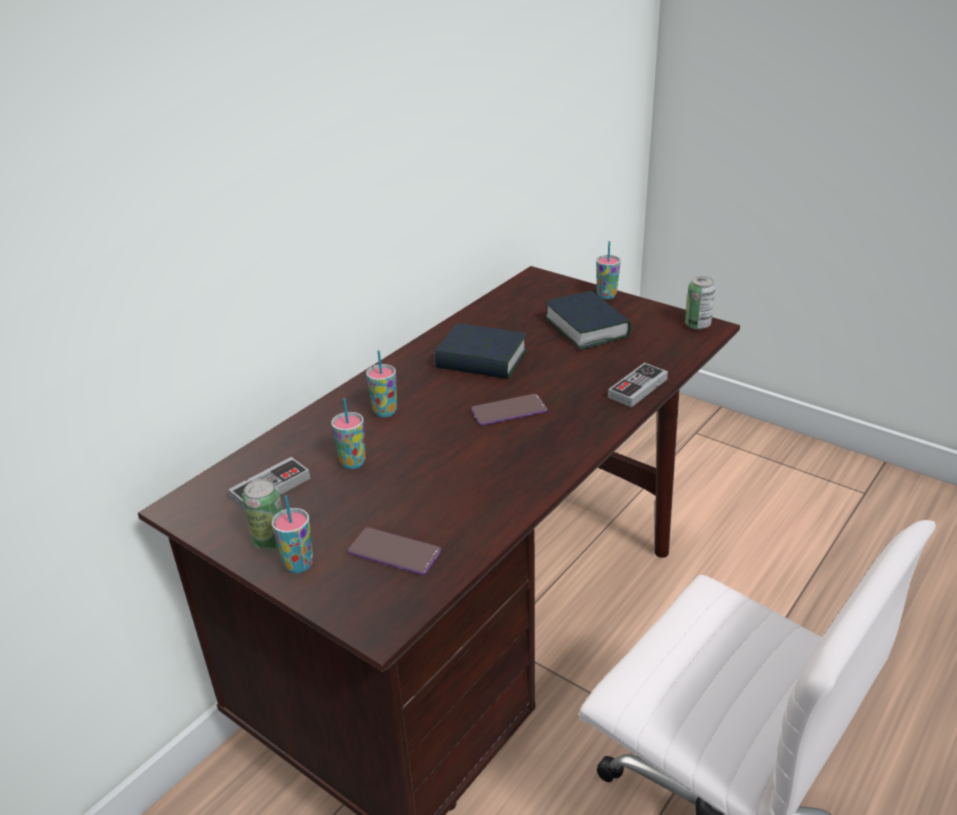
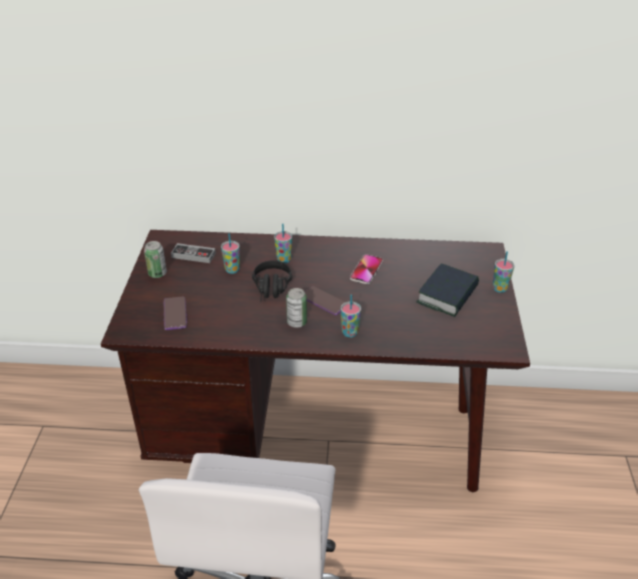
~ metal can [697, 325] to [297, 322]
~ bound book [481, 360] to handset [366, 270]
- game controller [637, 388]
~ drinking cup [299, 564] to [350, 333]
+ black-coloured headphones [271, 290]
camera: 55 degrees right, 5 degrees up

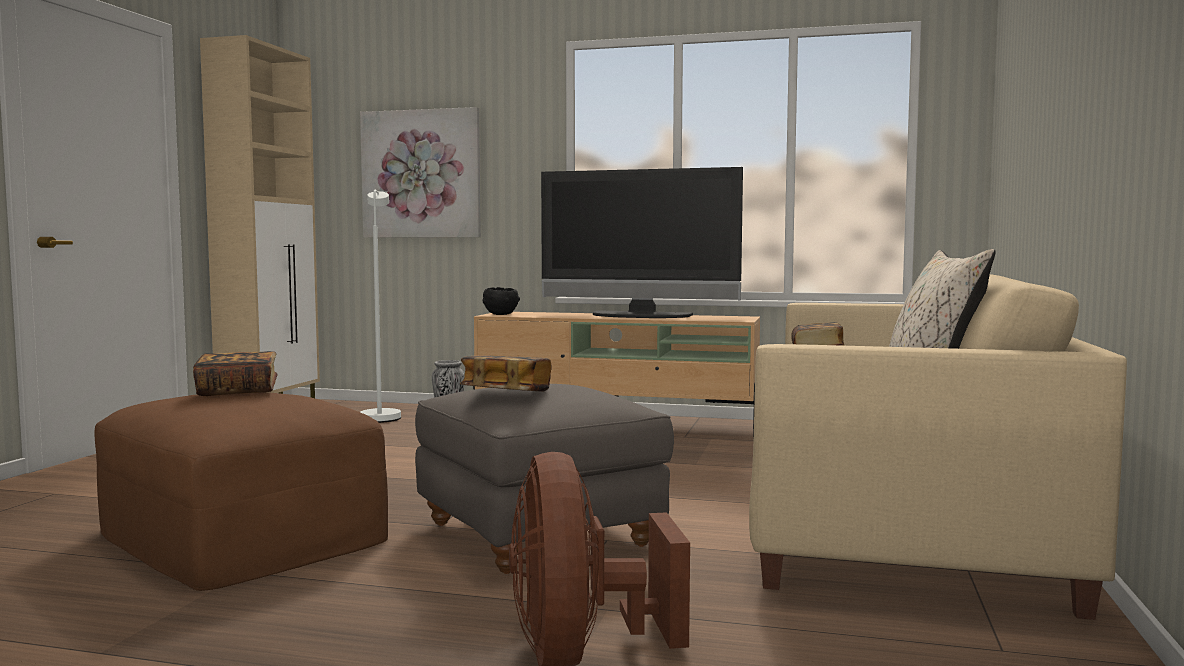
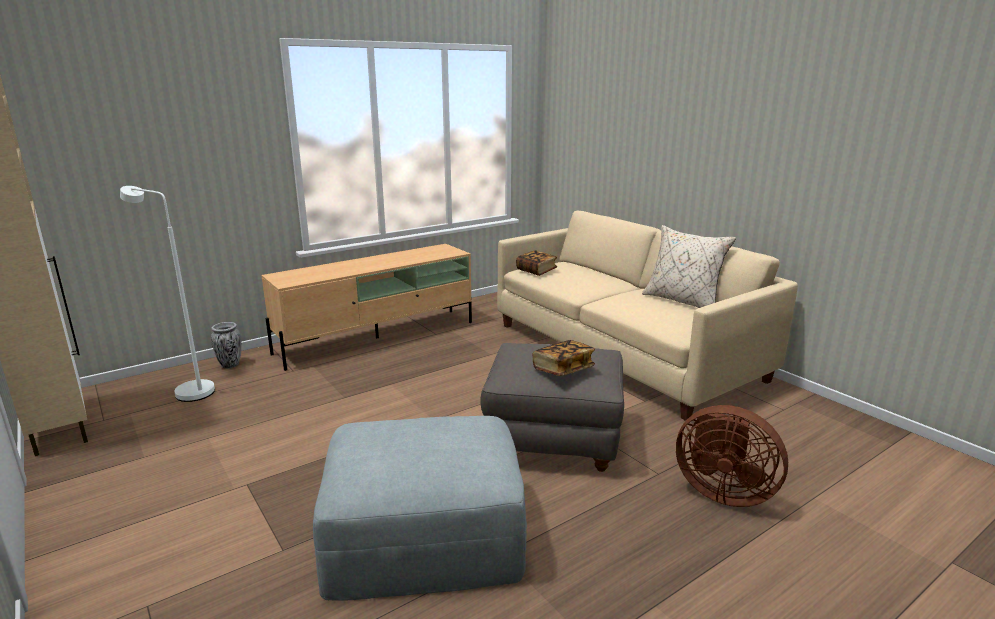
- picture [421, 174]
- television [639, 316]
- black-coloured deep dish [500, 314]
- bound book [237, 391]
~ brownish pouffe [244, 536] to gray pouffe [424, 535]
camera: 50 degrees left, 15 degrees up

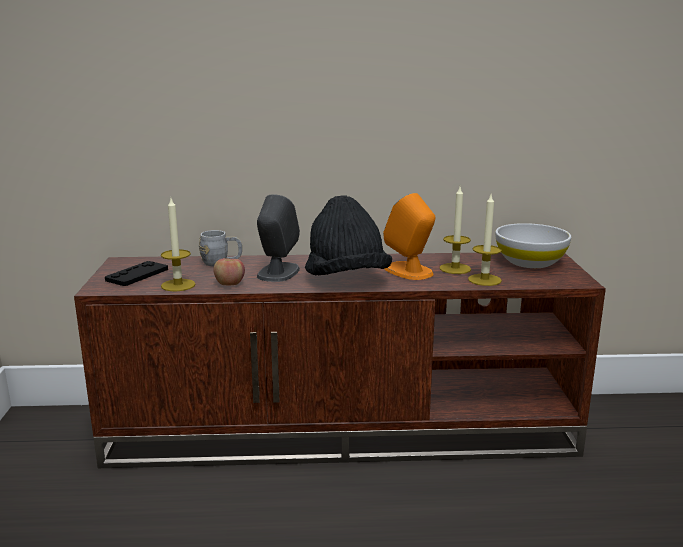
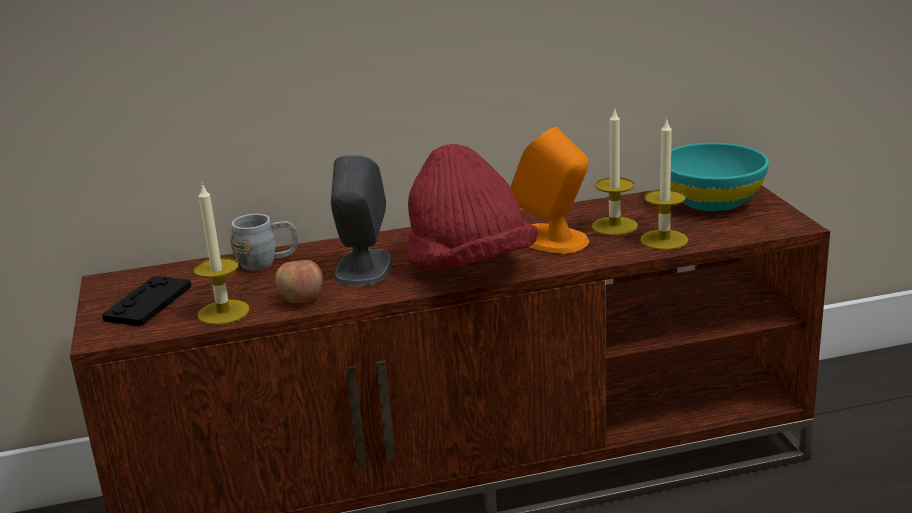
~ black-coloured wearable hat [346, 279] to reddish wearable hat [469, 266]
~ whitish deep dish [530, 262] to blue-green deep dish [712, 201]
camera: 10 degrees left, 5 degrees up

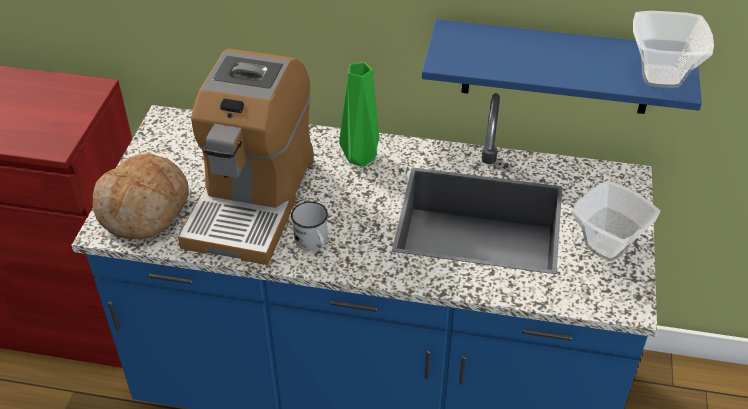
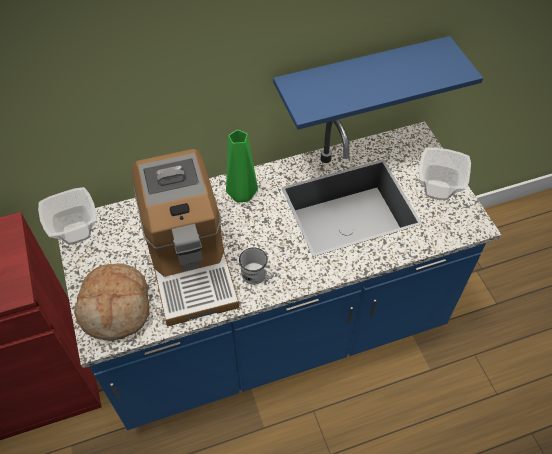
~ deep dish [662, 78] to [78, 233]
camera: 30 degrees left, 10 degrees up

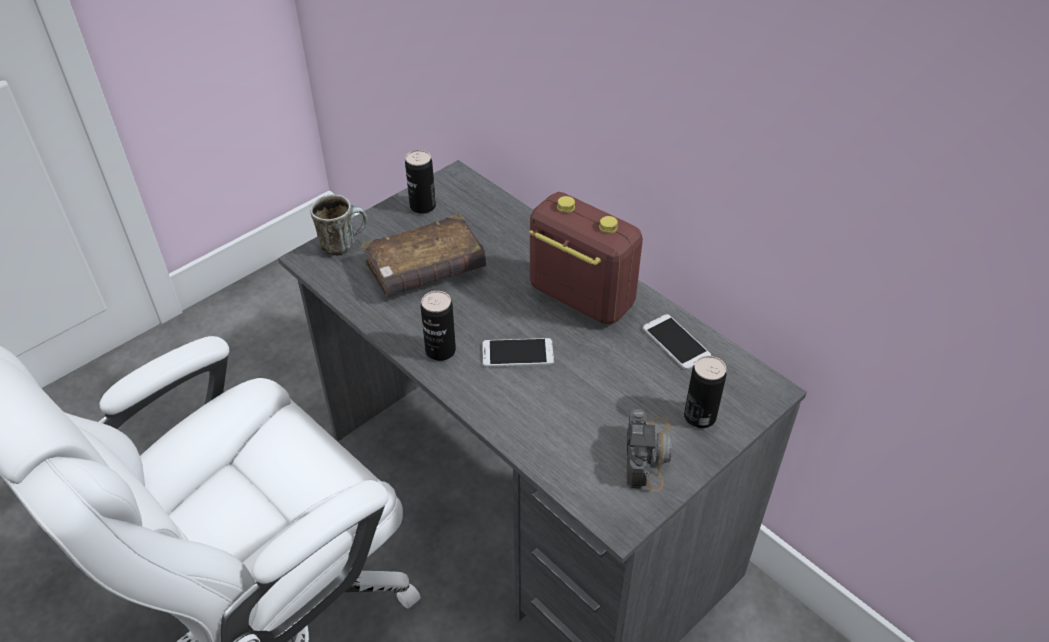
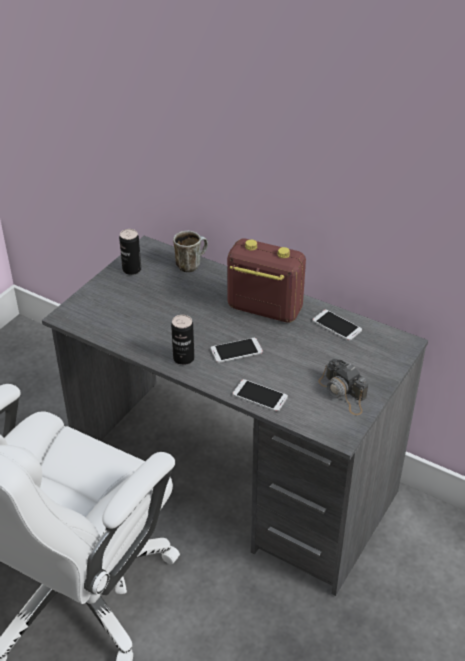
~ mug [343, 243] to [191, 264]
- brownish bound book [425, 268]
- metal can [700, 416]
~ still camera [648, 453] = [343, 393] 150 degrees clockwise
+ handset [260, 396]
camera: 15 degrees left, 5 degrees down

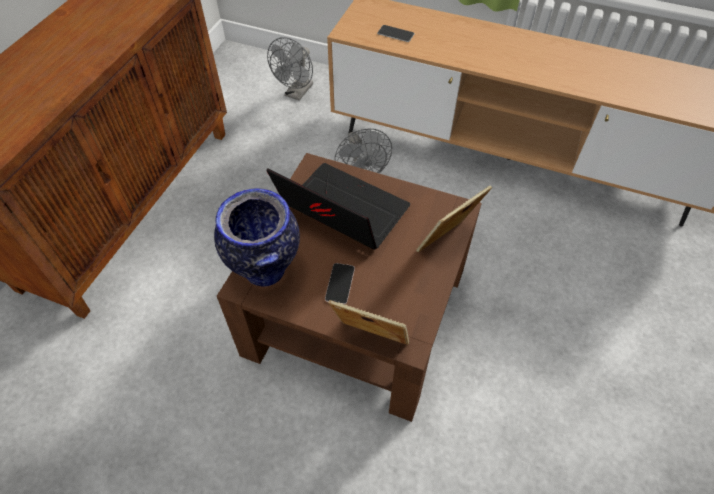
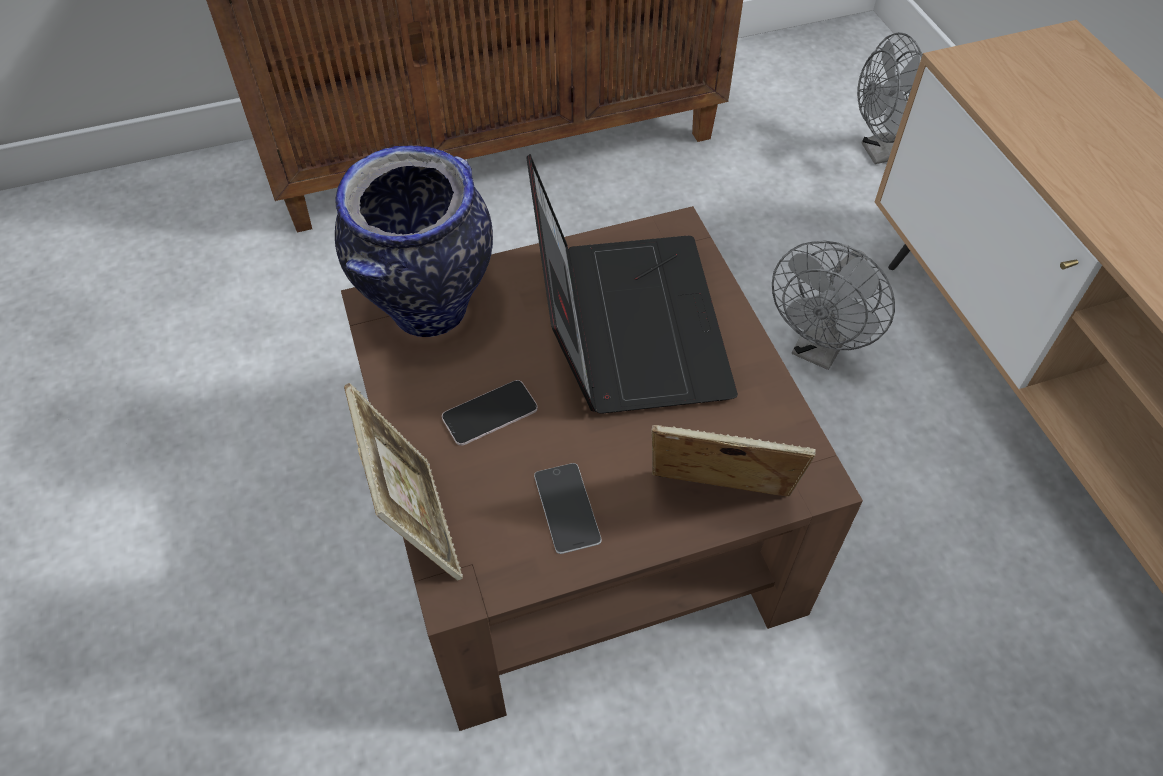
~ handset [395, 33] to [567, 508]
camera: 50 degrees right, 0 degrees up

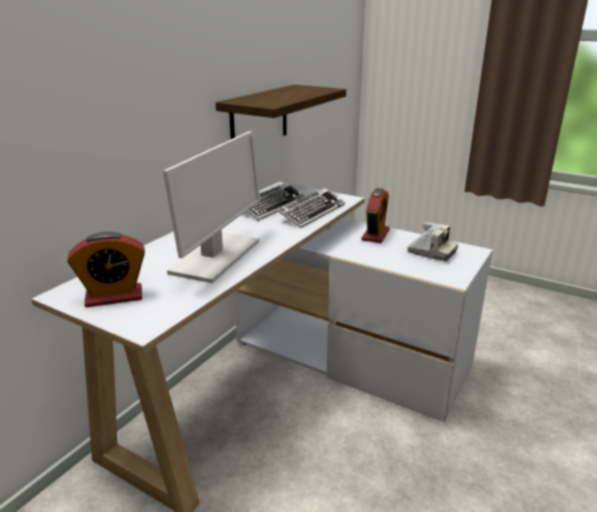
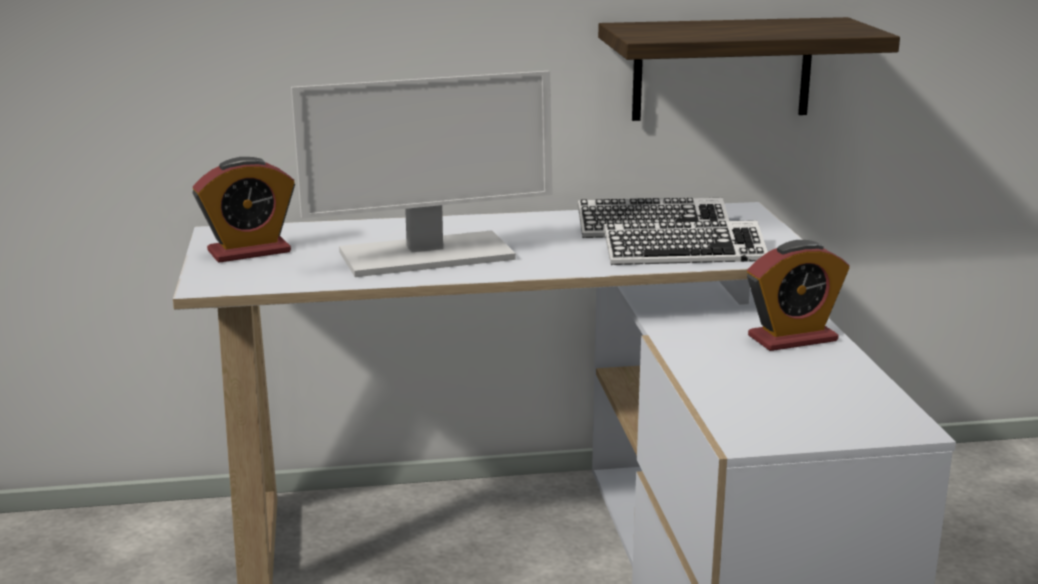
- still camera [431, 252]
~ alarm clock [114, 297] = [249, 251] 60 degrees counterclockwise
camera: 50 degrees right, 5 degrees down

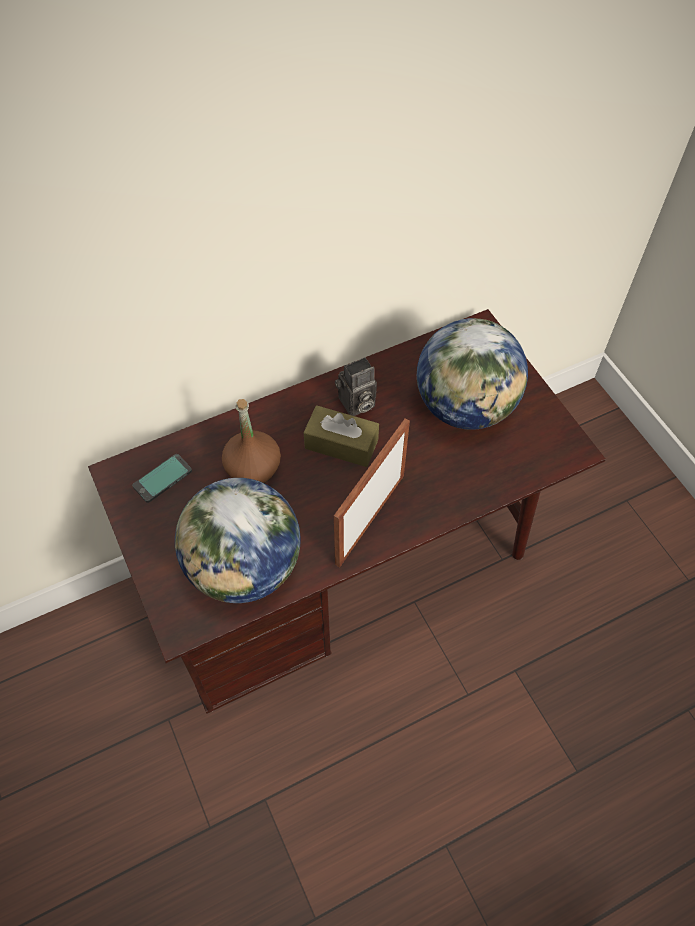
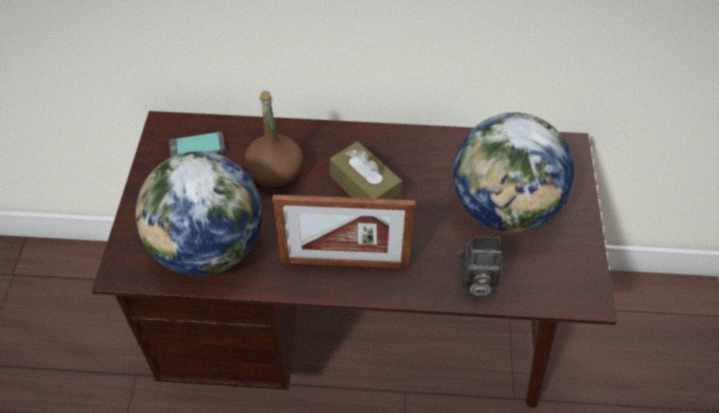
~ still camera [356, 404] to [474, 282]
~ standing frame [370, 519] = [344, 263] 150 degrees counterclockwise
camera: 30 degrees right, 5 degrees down

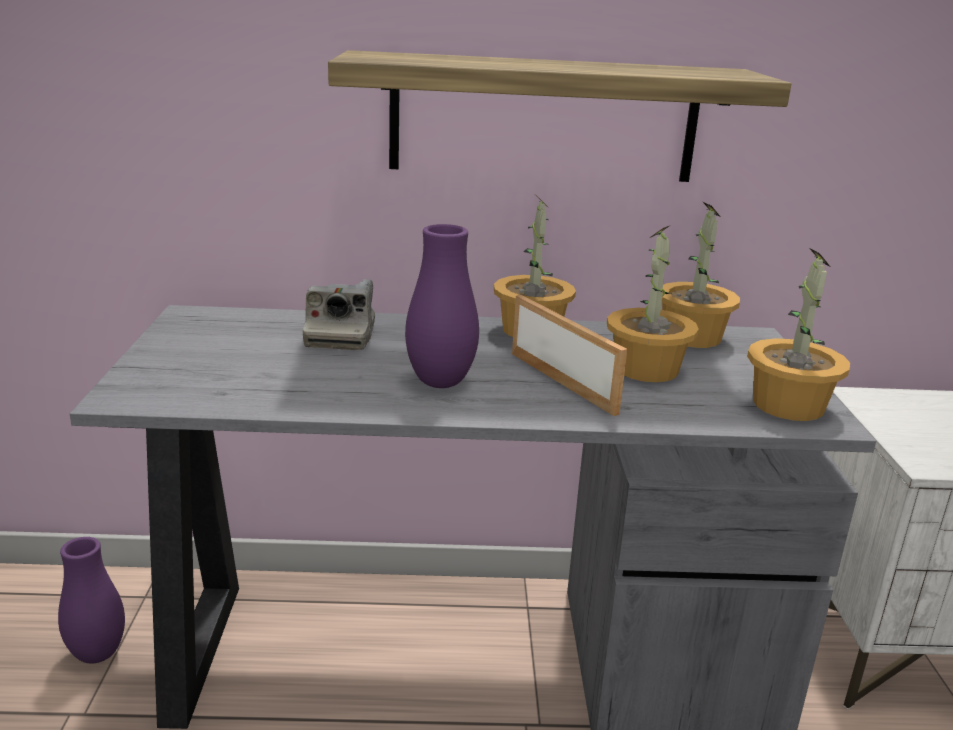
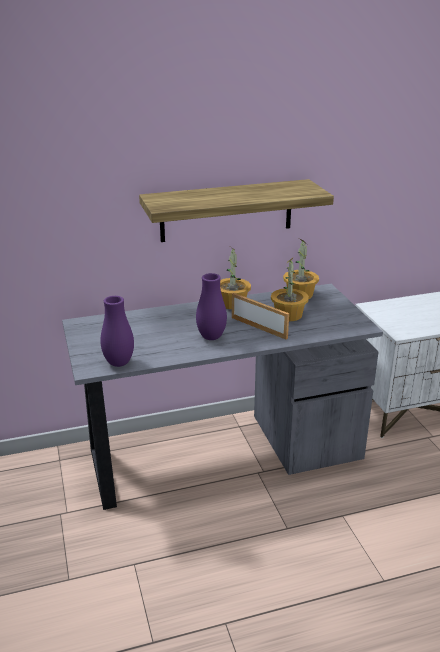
- houseplant [787, 405]
- still camera [341, 335]
~ purple decorative vase [97, 654] to [119, 363]
camera: 15 degrees left, 5 degrees up

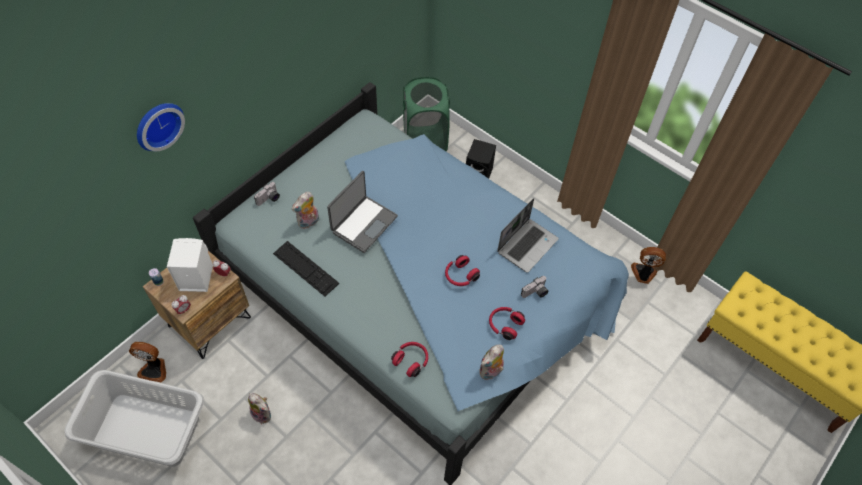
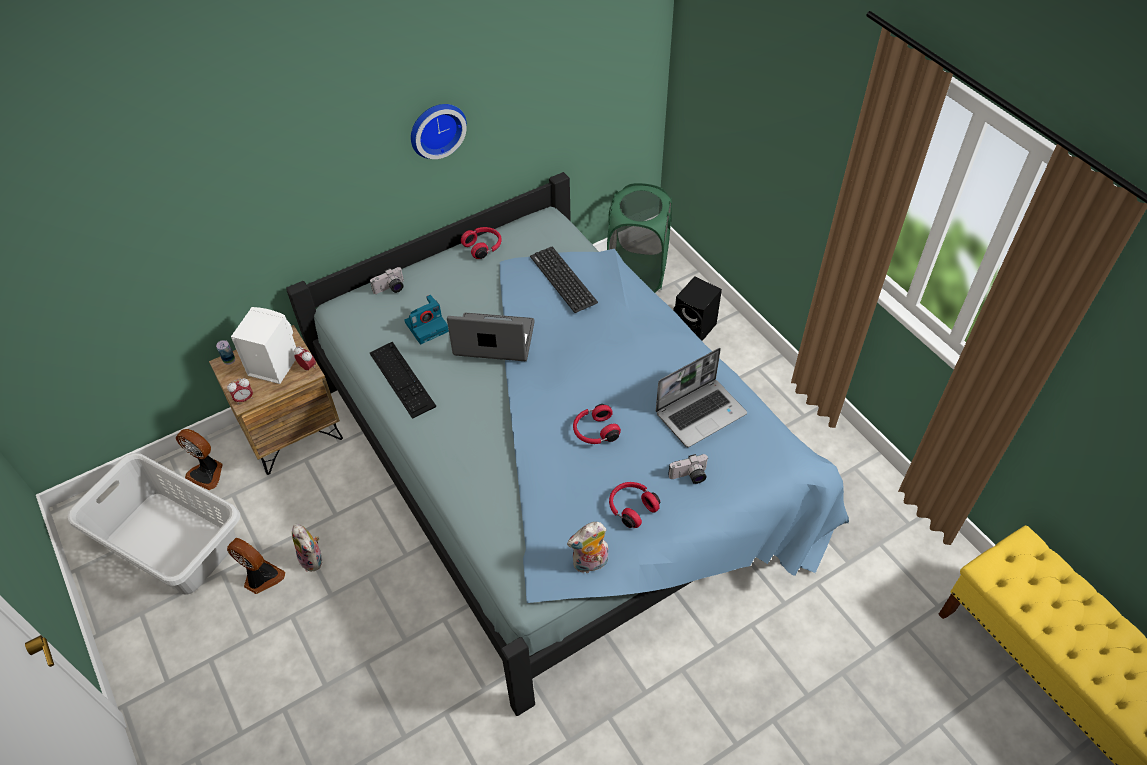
~ hanging clock [157, 124] to [436, 128]
~ laptop [363, 224] = [494, 340] 135 degrees counterclockwise
~ plush toy [308, 222] to still camera [427, 326]
~ cooling fan [643, 274] to [261, 577]
~ reddish headphones [411, 360] to [483, 247]
+ keyboard [563, 279]
camera: 20 degrees right, 5 degrees down

